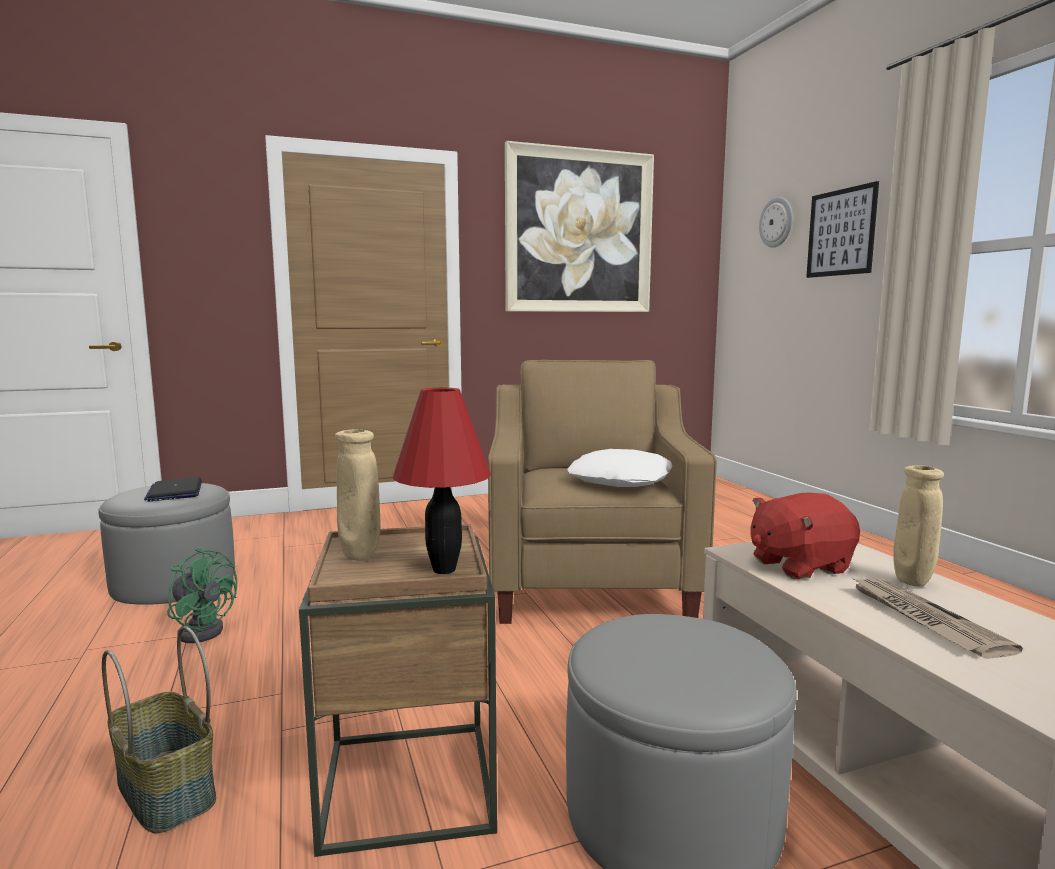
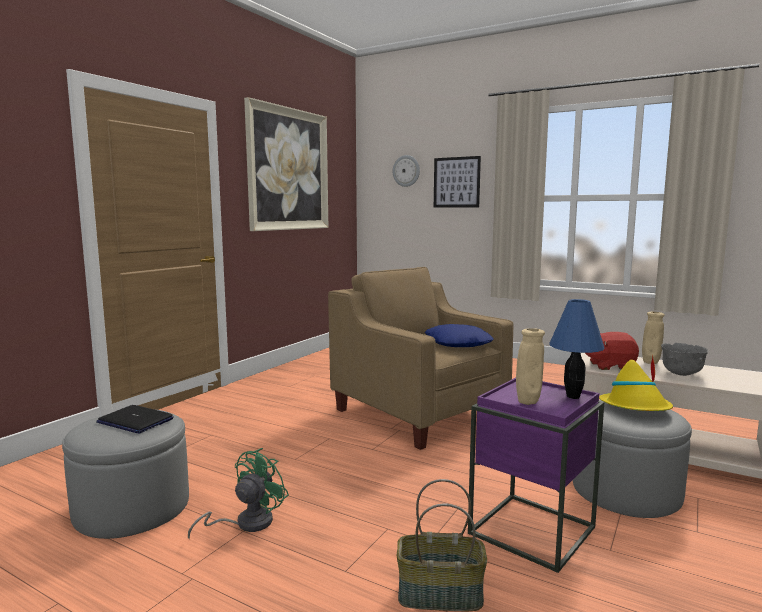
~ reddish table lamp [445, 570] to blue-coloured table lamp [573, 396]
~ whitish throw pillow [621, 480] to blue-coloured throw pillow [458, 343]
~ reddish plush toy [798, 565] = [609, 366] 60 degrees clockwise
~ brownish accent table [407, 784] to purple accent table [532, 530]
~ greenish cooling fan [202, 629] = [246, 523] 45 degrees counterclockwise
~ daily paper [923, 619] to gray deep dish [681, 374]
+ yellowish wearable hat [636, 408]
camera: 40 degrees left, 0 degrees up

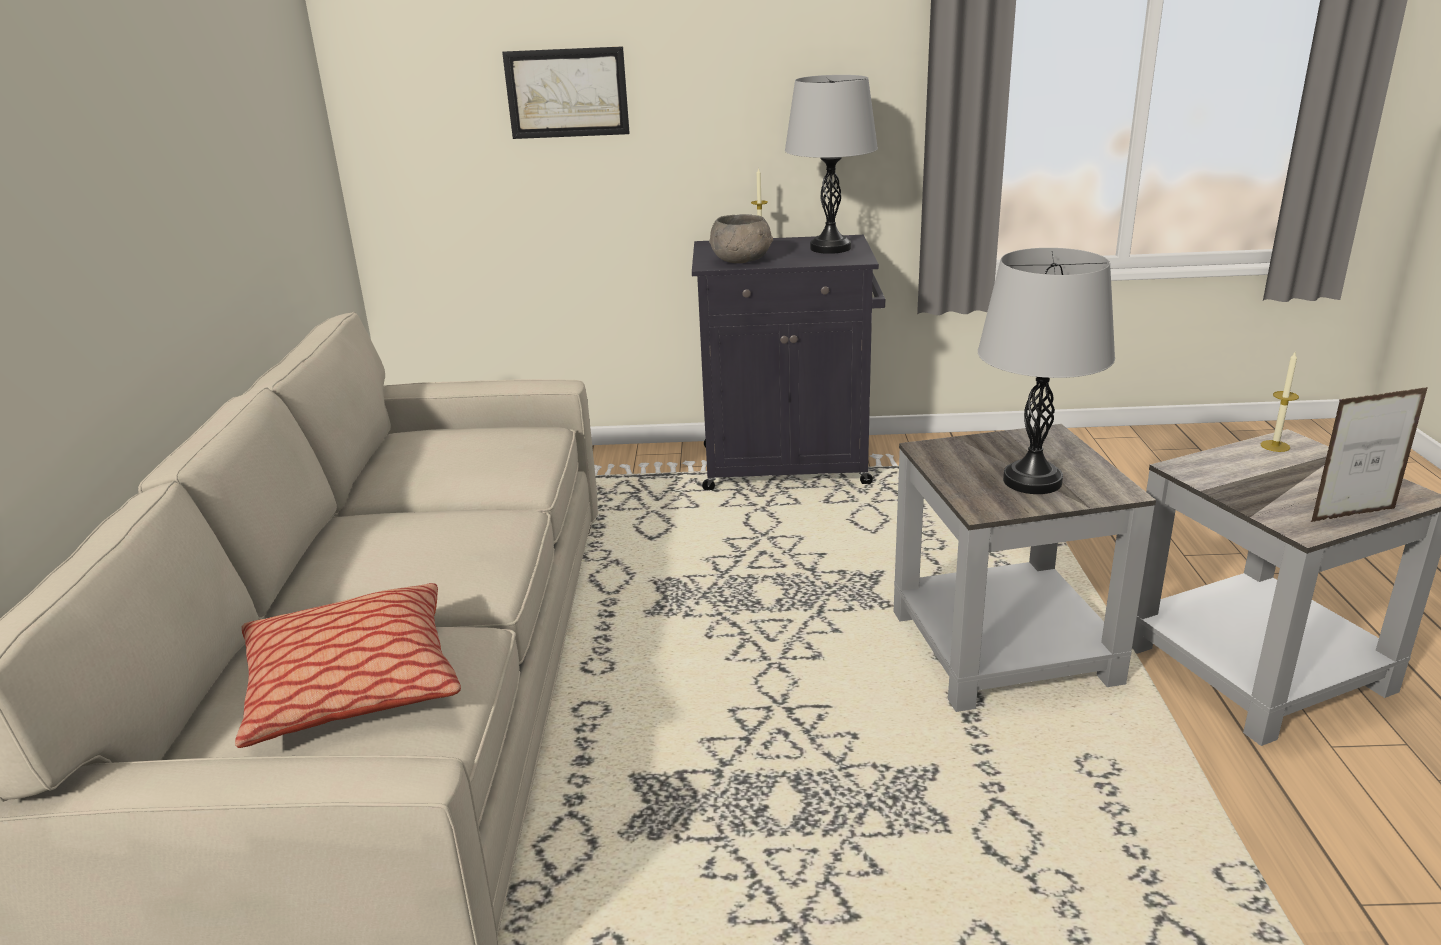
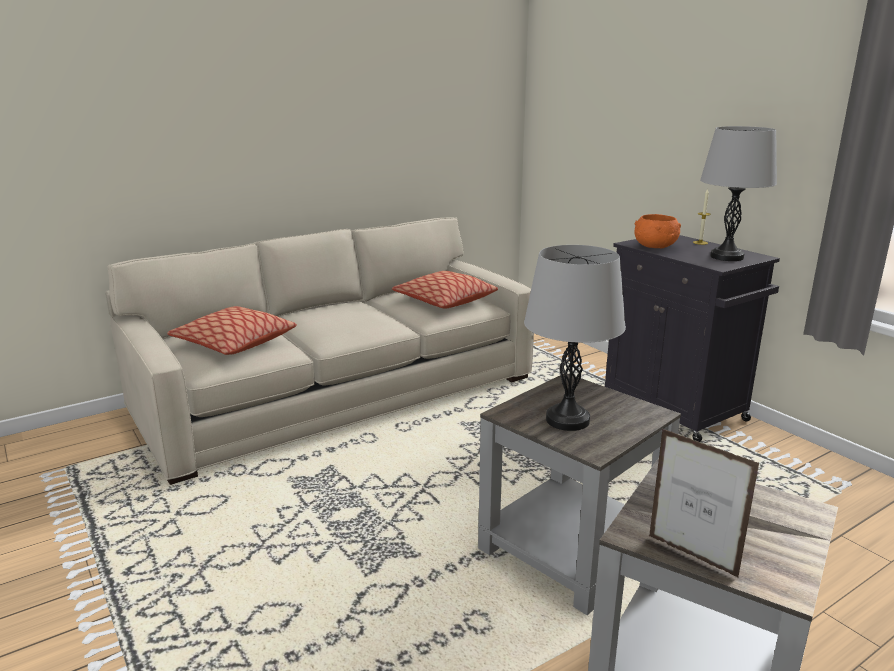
- picture [567, 93]
~ gray deep dish [742, 260] to orangey deep dish [655, 246]
- wax candle [1275, 446]
+ throw pillow [444, 301]
camera: 55 degrees right, 5 degrees down

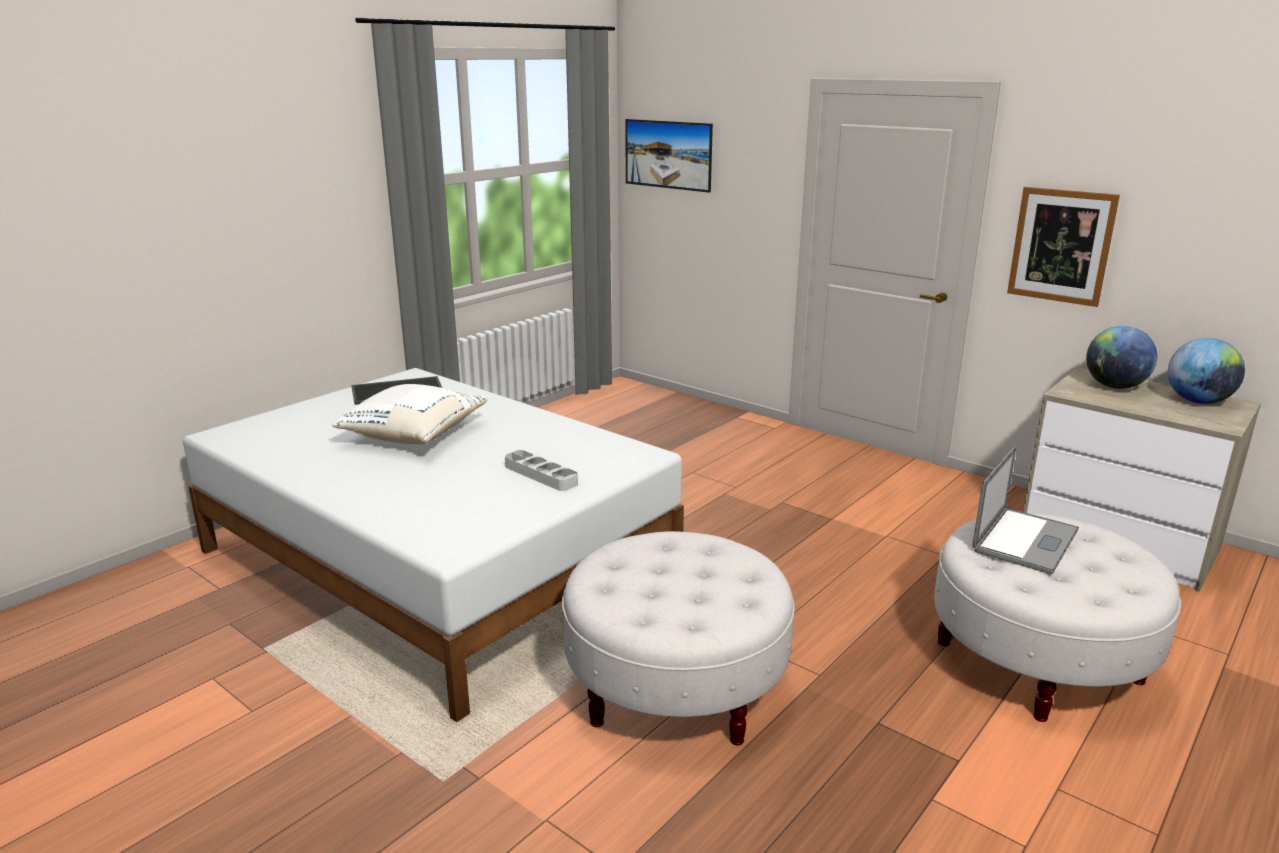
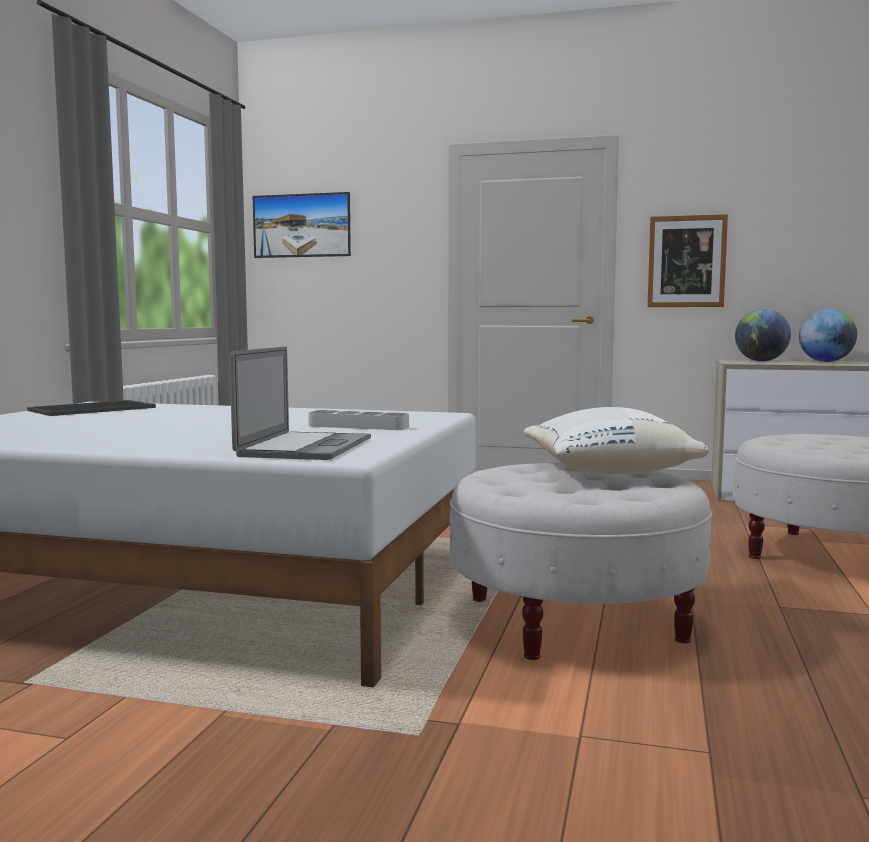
~ whitish throw pillow [413, 435] to [607, 472]
~ laptop [1025, 540] to [305, 447]
camera: 25 degrees left, 15 degrees down

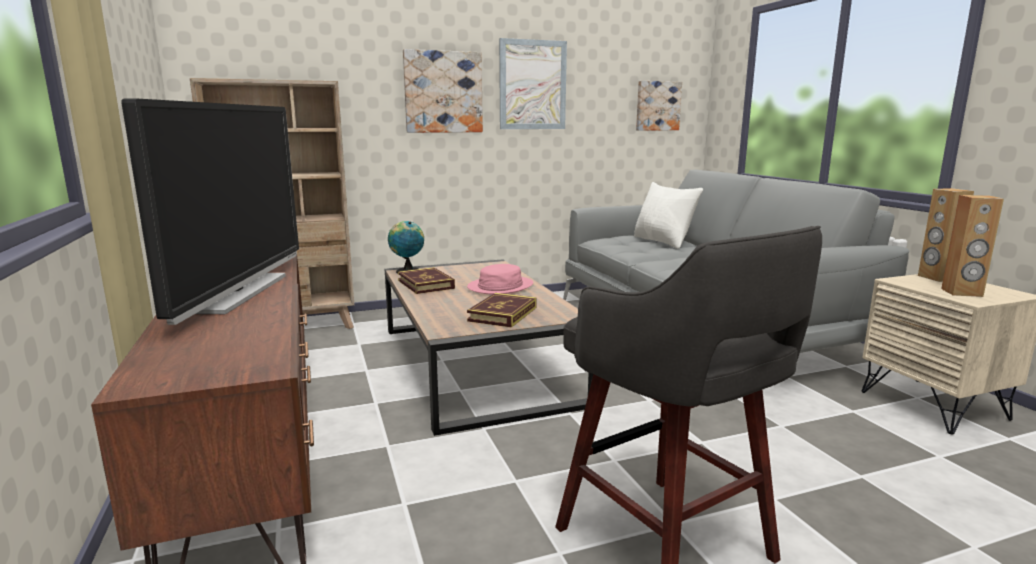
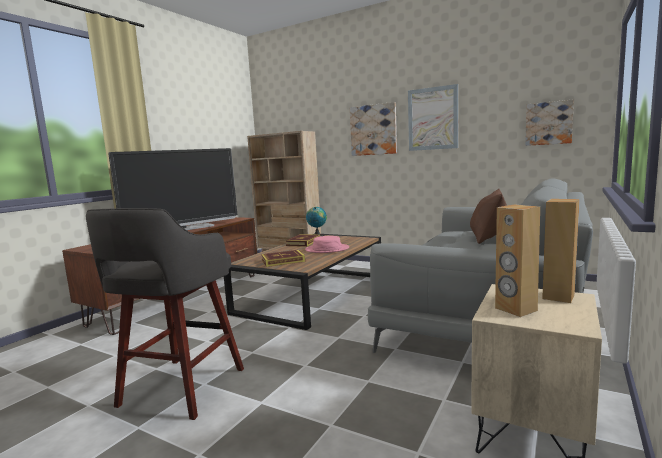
~ whitish throw pillow [663, 242] to brownish throw pillow [488, 238]
camera: 50 degrees right, 5 degrees down

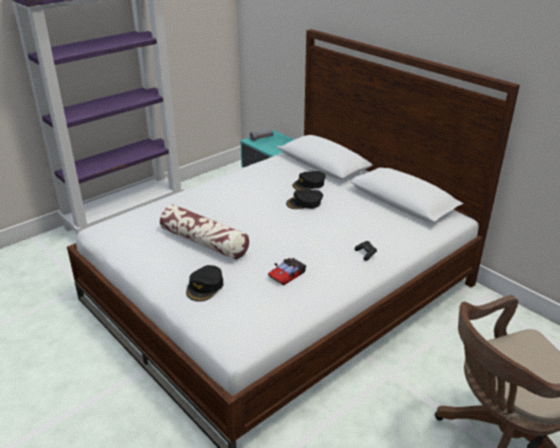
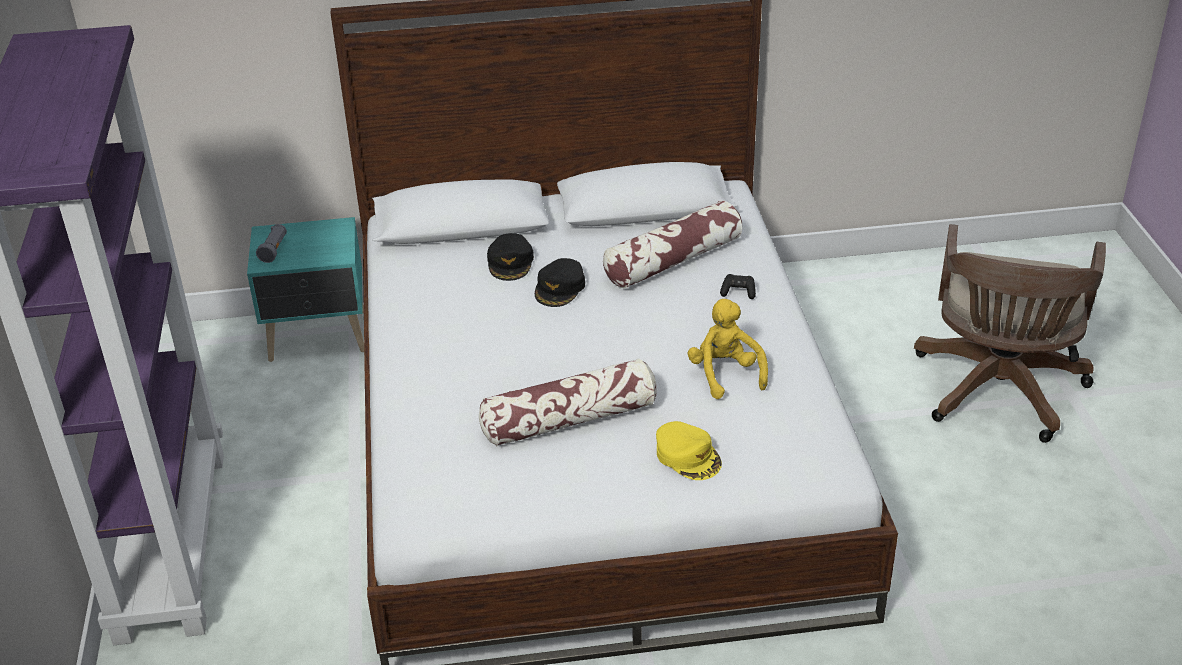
~ model car [287, 275] to yellowish plush toy [725, 374]
~ black-coloured baseball cap [205, 287] to yellowish baseball cap [688, 456]
+ throw pillow [673, 260]
camera: 55 degrees left, 5 degrees up

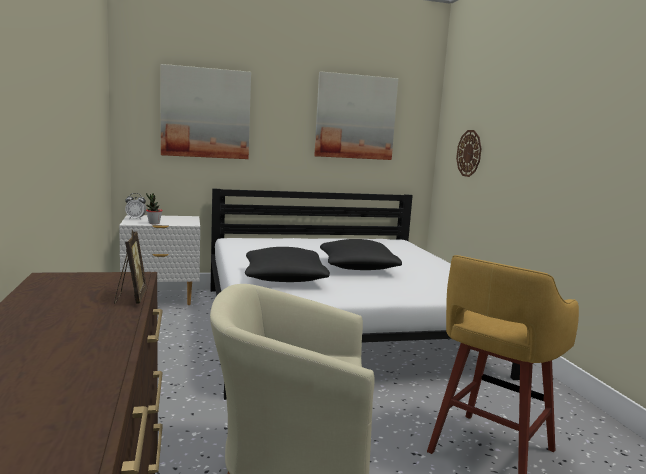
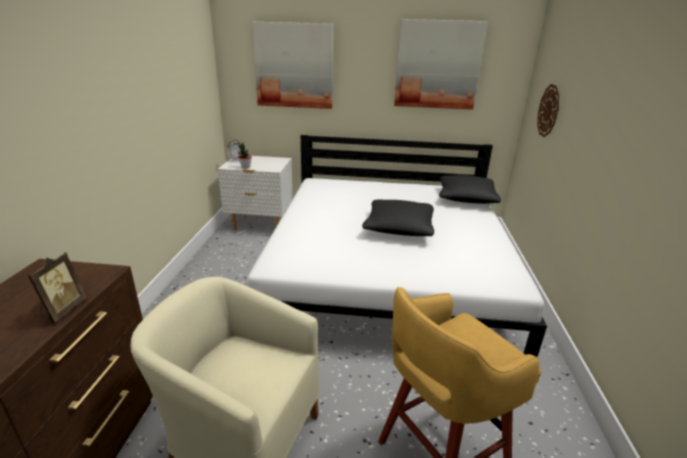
~ black-coloured throw pillow [284, 278] to [466, 198]
camera: 20 degrees right, 15 degrees up

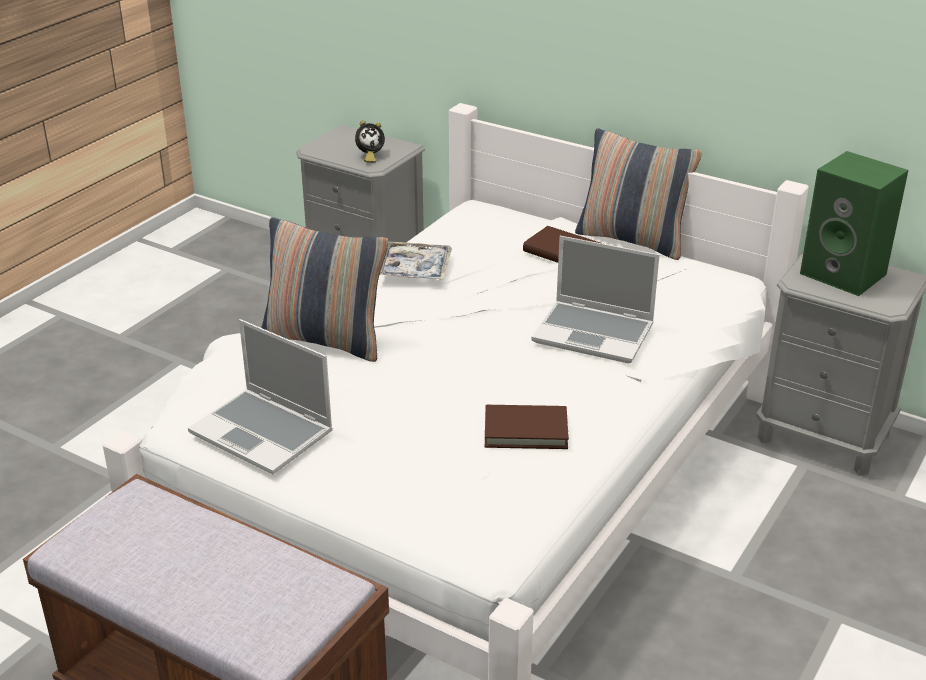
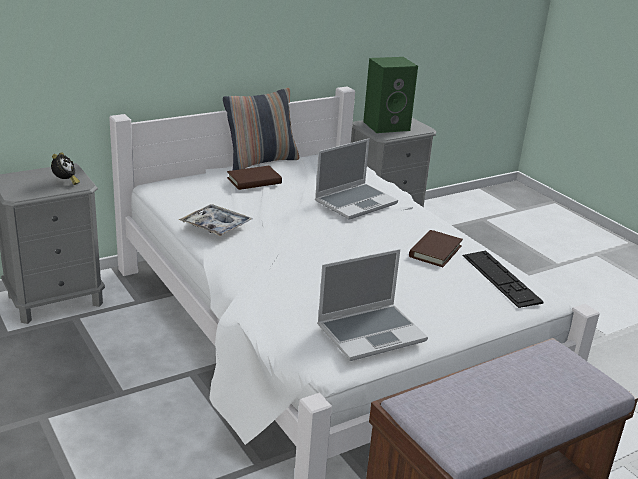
- throw pillow [325, 340]
+ keyboard [500, 278]
camera: 65 degrees left, 5 degrees down

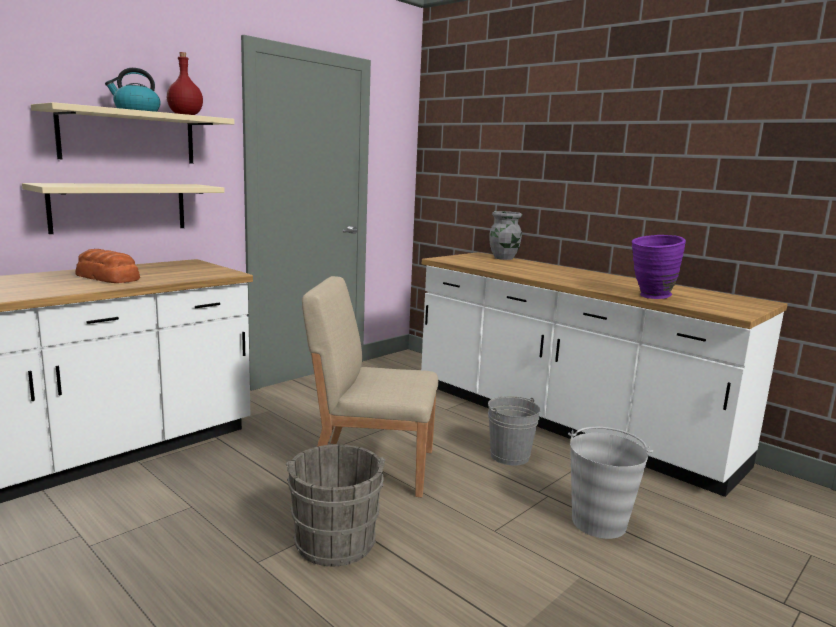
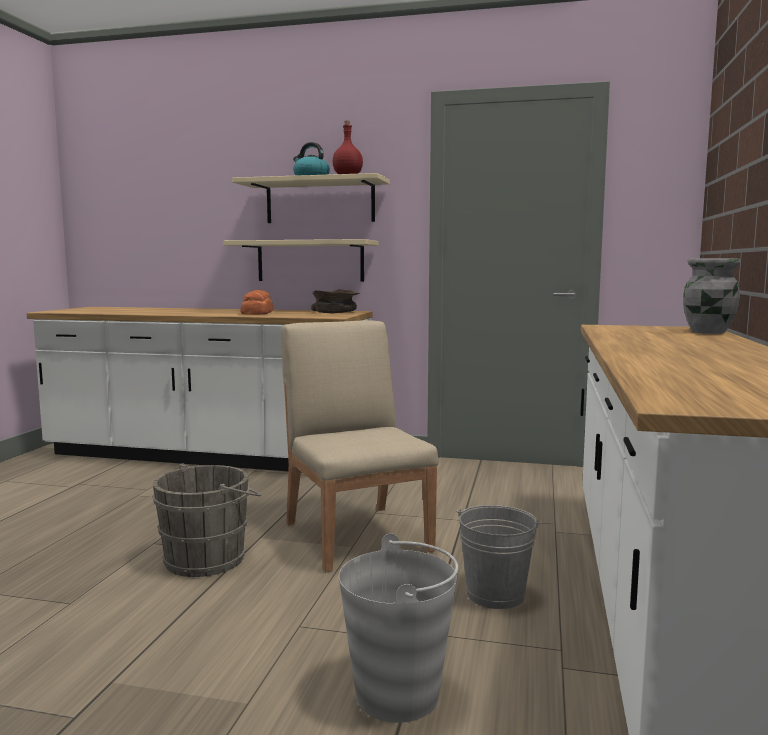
- purple decorative vase [650, 297]
+ brownish deep dish [336, 312]
camera: 60 degrees right, 5 degrees down

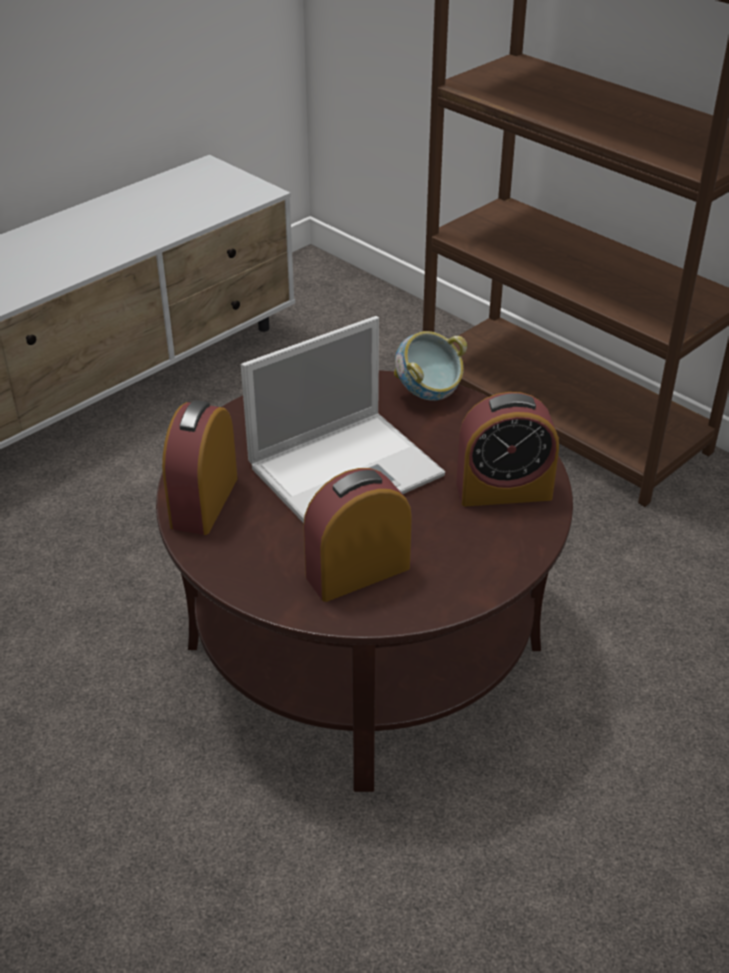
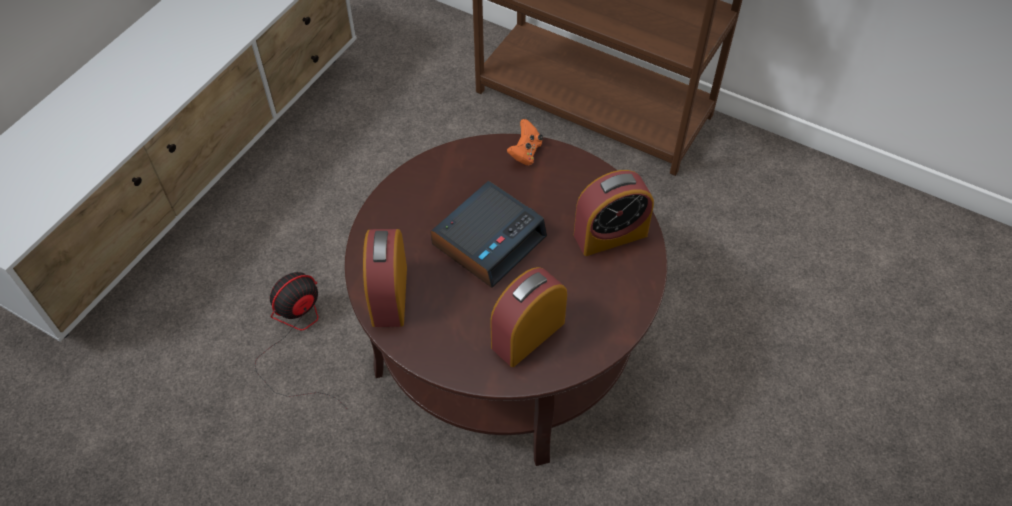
~ laptop [348, 469] to alarm clock [489, 239]
~ deep dish [428, 394] to orangey game controller [525, 152]
+ cooling fan [297, 337]
camera: 15 degrees left, 15 degrees up

